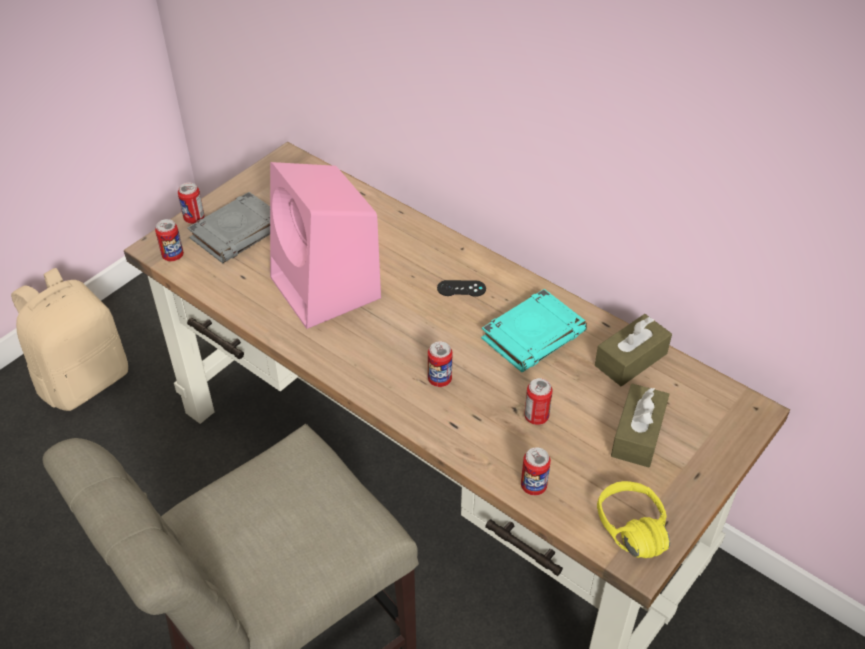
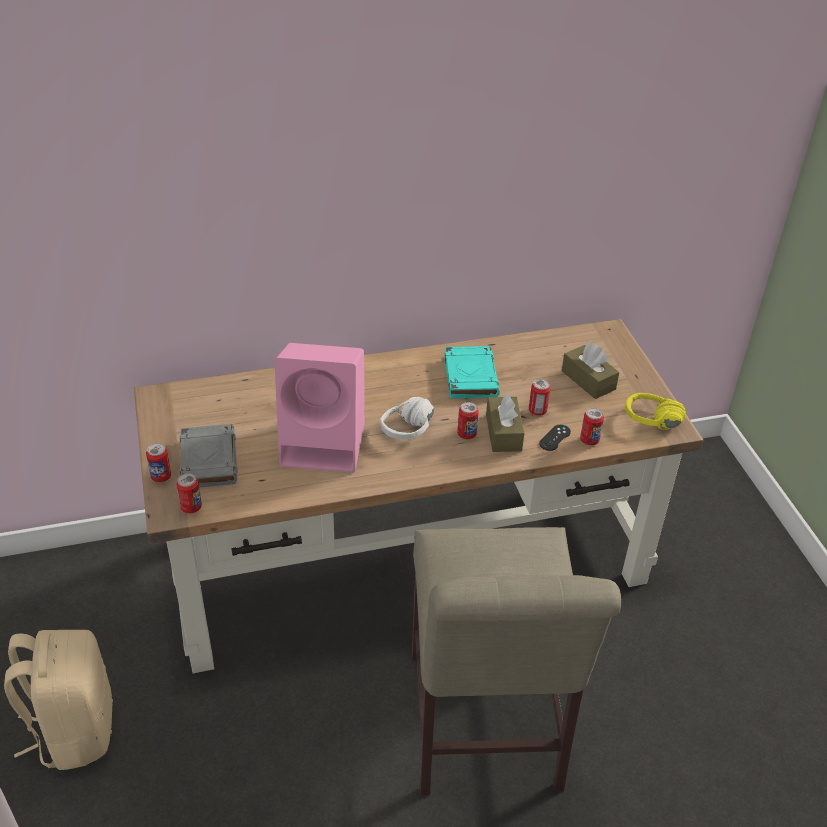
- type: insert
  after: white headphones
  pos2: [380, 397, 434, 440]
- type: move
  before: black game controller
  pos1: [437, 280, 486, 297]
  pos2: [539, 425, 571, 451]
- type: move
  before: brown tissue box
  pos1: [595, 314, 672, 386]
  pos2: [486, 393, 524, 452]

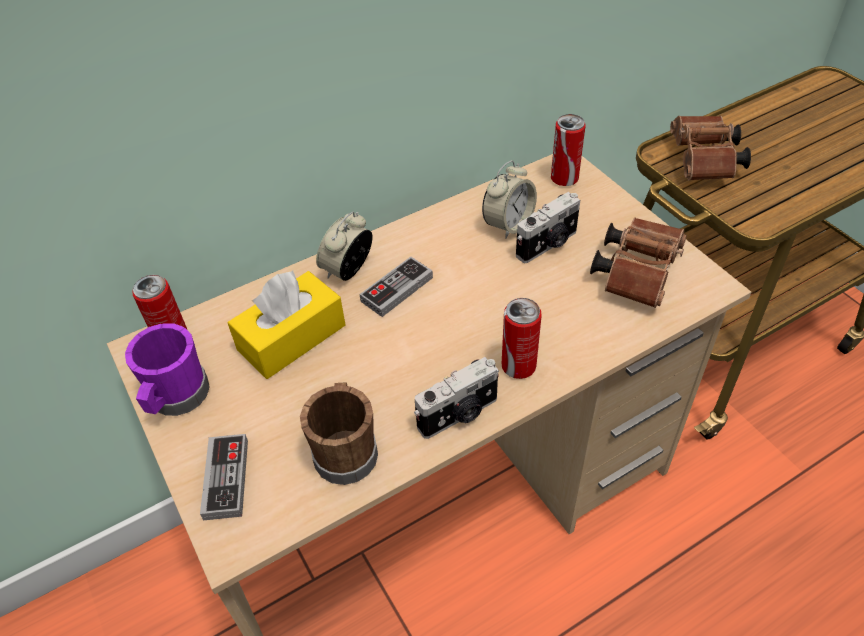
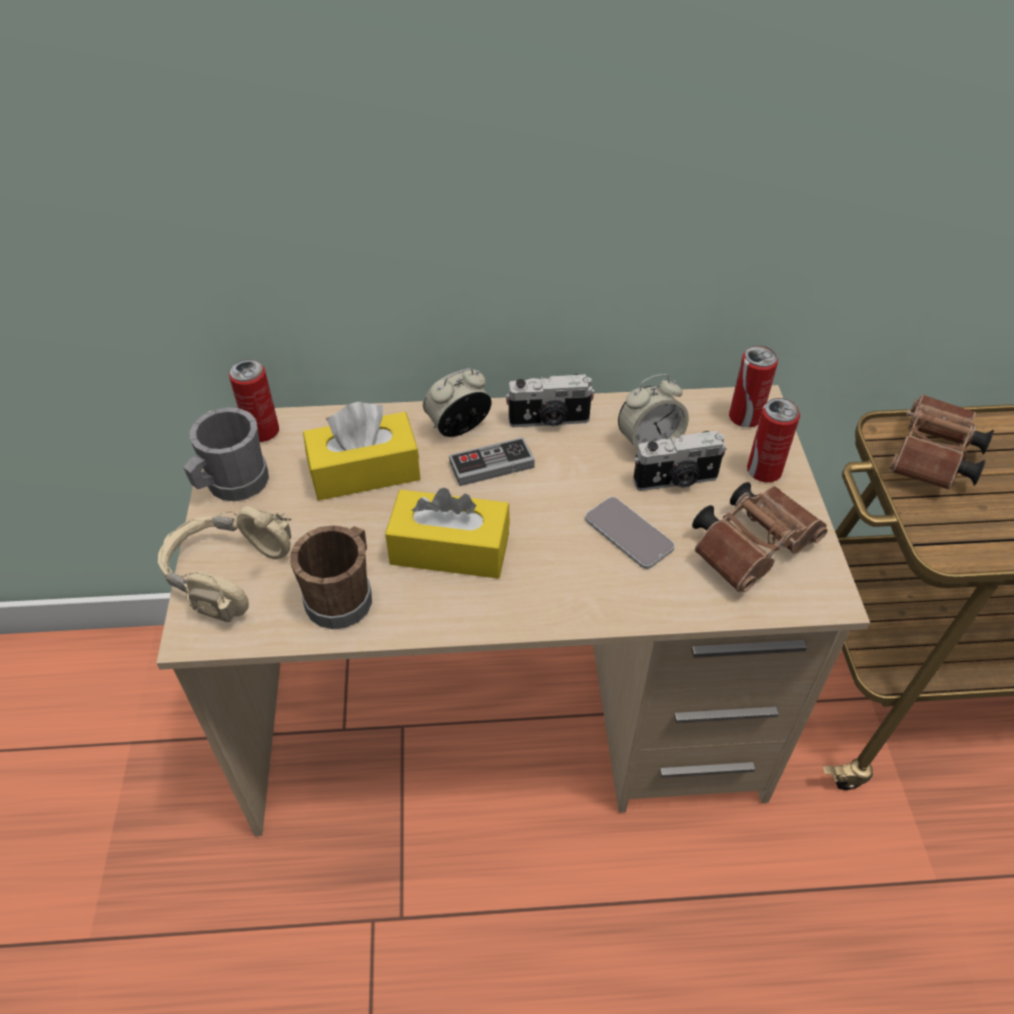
- type: insert
  after: yellow tissue box
  pos2: [385, 488, 510, 579]
- type: insert
  after: phone
  pos2: [585, 497, 675, 569]
- type: move
  before: photo camera
  pos1: [414, 357, 499, 439]
  pos2: [506, 374, 595, 427]
- type: move
  before: can
  pos1: [502, 298, 542, 379]
  pos2: [747, 398, 800, 482]
- type: replace
  before: game controller
  after: beige headphones
  pos1: [200, 434, 248, 521]
  pos2: [158, 506, 292, 622]
- type: recolor
  before: purple mug
  after: grey mug
  pos1: [125, 323, 210, 416]
  pos2: [183, 407, 269, 501]

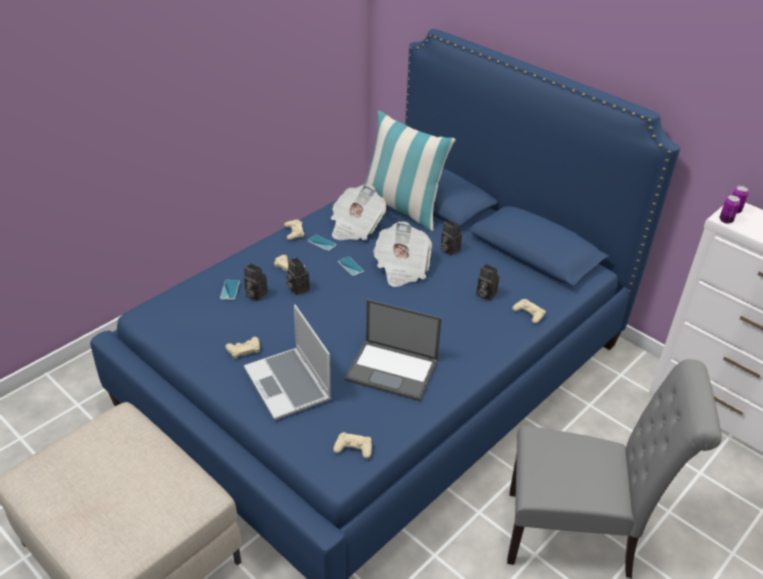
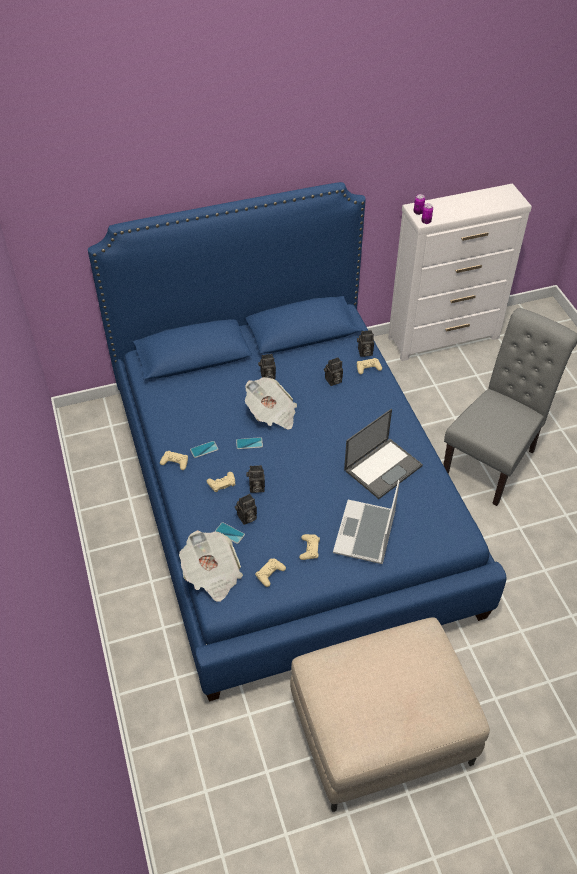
- type: delete
  before: pillow
  pos1: [364, 111, 456, 231]
- type: insert
  after: photo camera
  pos2: [357, 330, 374, 357]
- type: move
  before: newspaper
  pos1: [331, 185, 386, 240]
  pos2: [179, 530, 243, 602]
- type: move
  before: beige game controller
  pos1: [333, 432, 372, 458]
  pos2: [255, 558, 286, 587]
- type: rotate
  before: laptop
  pos1: [244, 305, 331, 420]
  pos2: [333, 480, 400, 564]
  turn: 105

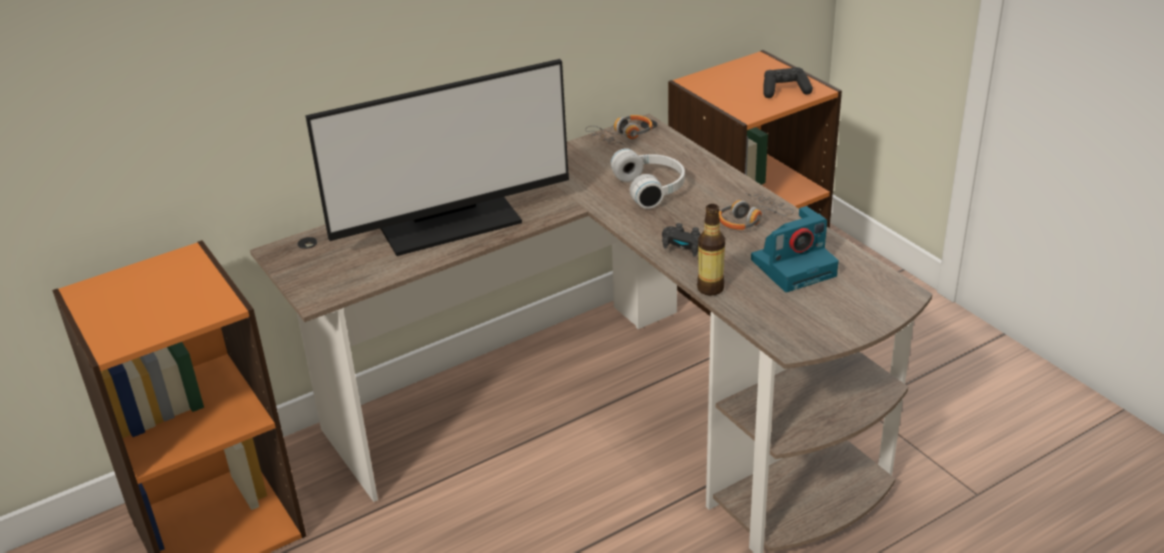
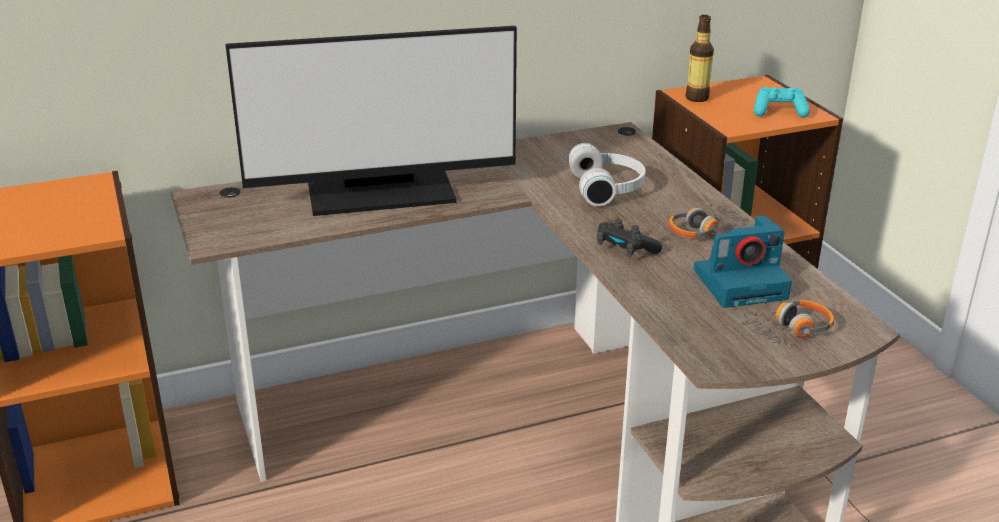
- type: move
  before: headphones
  pos1: [585, 115, 653, 145]
  pos2: [732, 300, 834, 348]
- type: move
  before: bottle
  pos1: [697, 204, 725, 296]
  pos2: [686, 15, 714, 102]
- type: recolor
  before: black game controller
  after: turquoise game controller
  pos1: [763, 67, 813, 98]
  pos2: [754, 87, 810, 118]

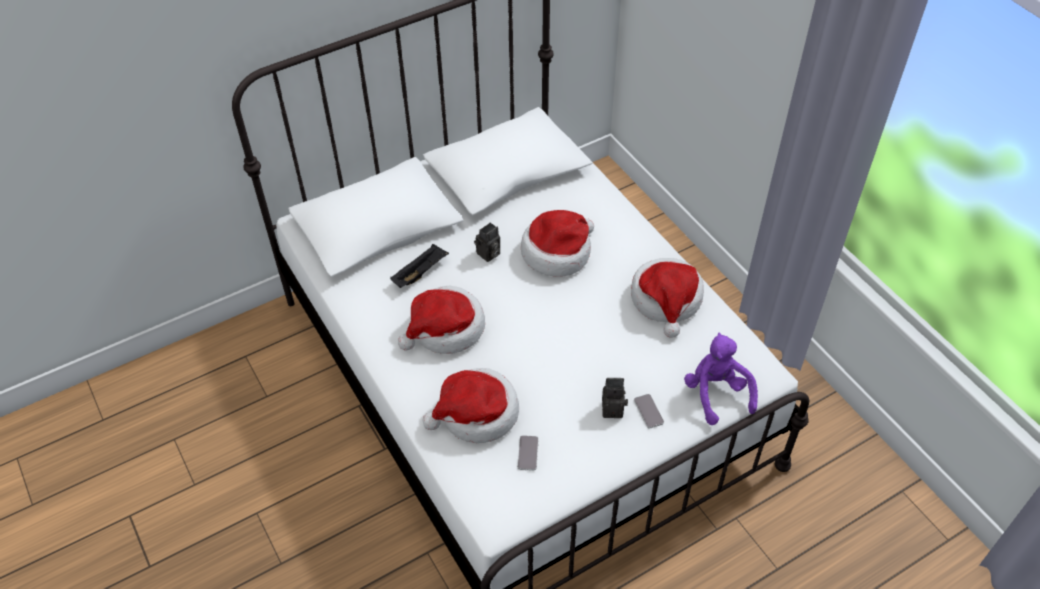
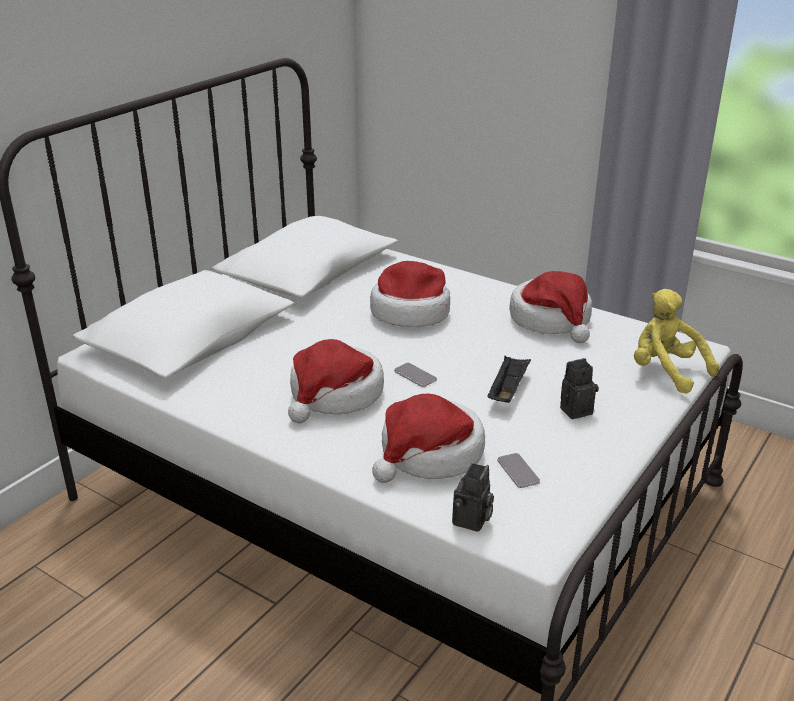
- type: move
  before: black tray
  pos1: [390, 244, 449, 288]
  pos2: [487, 356, 531, 403]
- type: move
  before: photo camera
  pos1: [474, 222, 500, 262]
  pos2: [452, 463, 494, 532]
- type: move
  before: phone
  pos1: [634, 394, 664, 428]
  pos2: [394, 363, 437, 387]
- type: recolor
  before: purple plush toy
  after: yellow plush toy
  pos1: [684, 333, 758, 425]
  pos2: [634, 289, 719, 394]

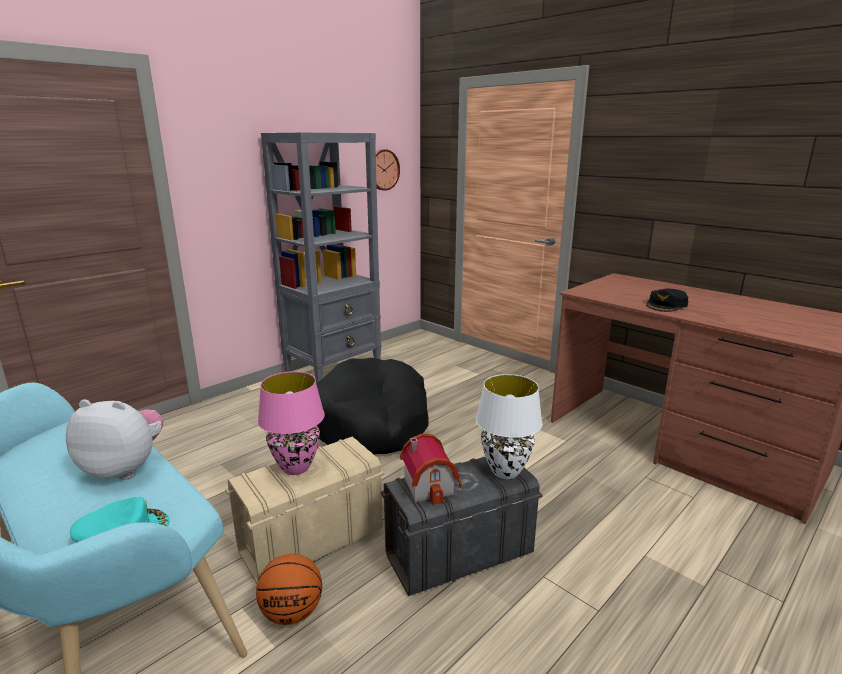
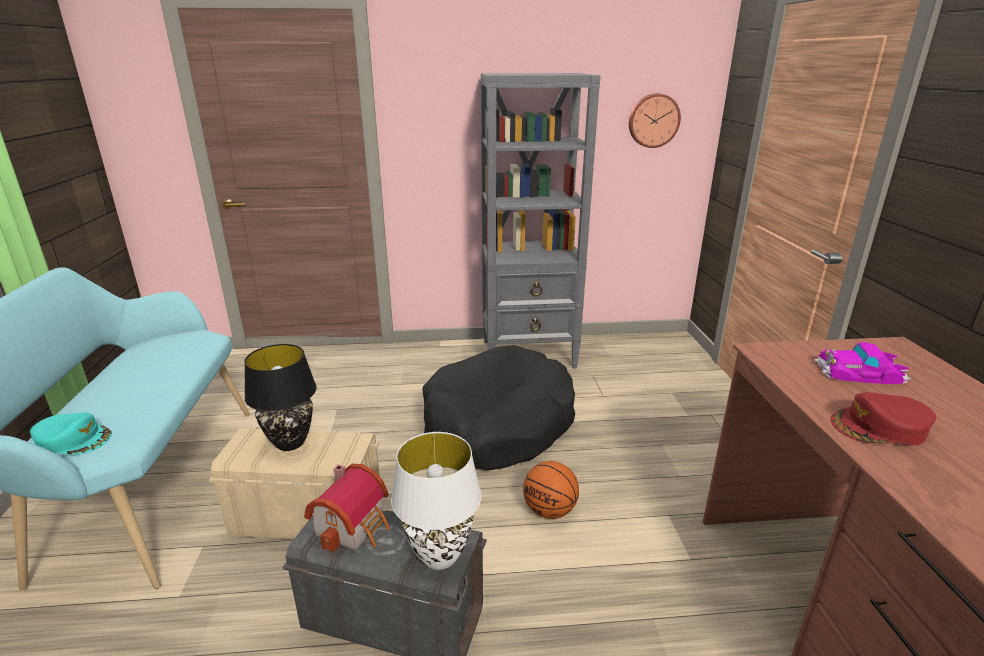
- type: delete
  before: plush toy
  pos1: [66, 399, 163, 480]
- type: insert
  after: toy car
  pos2: [814, 342, 911, 384]
- type: move
  before: basketball
  pos1: [256, 554, 322, 625]
  pos2: [523, 461, 579, 519]
- type: recolor
  before: pink table lamp
  after: black table lamp
  pos1: [258, 371, 325, 475]
  pos2: [244, 344, 317, 451]
- type: recolor
  before: black cap
  after: red cap
  pos1: [646, 289, 689, 312]
  pos2: [830, 392, 936, 445]

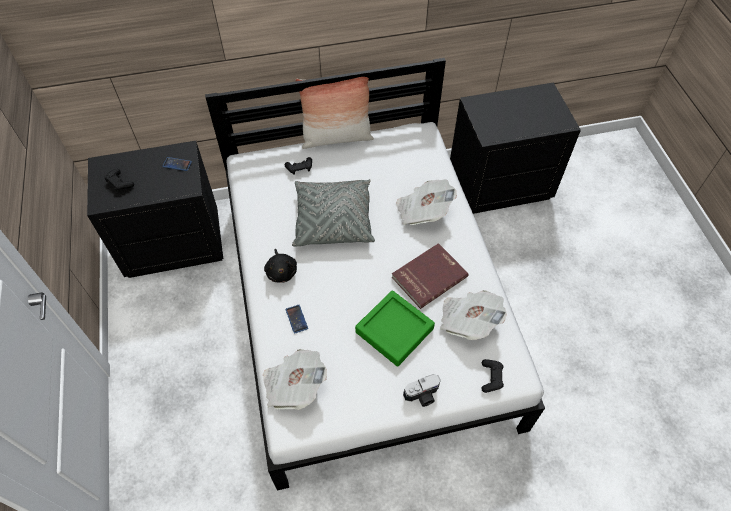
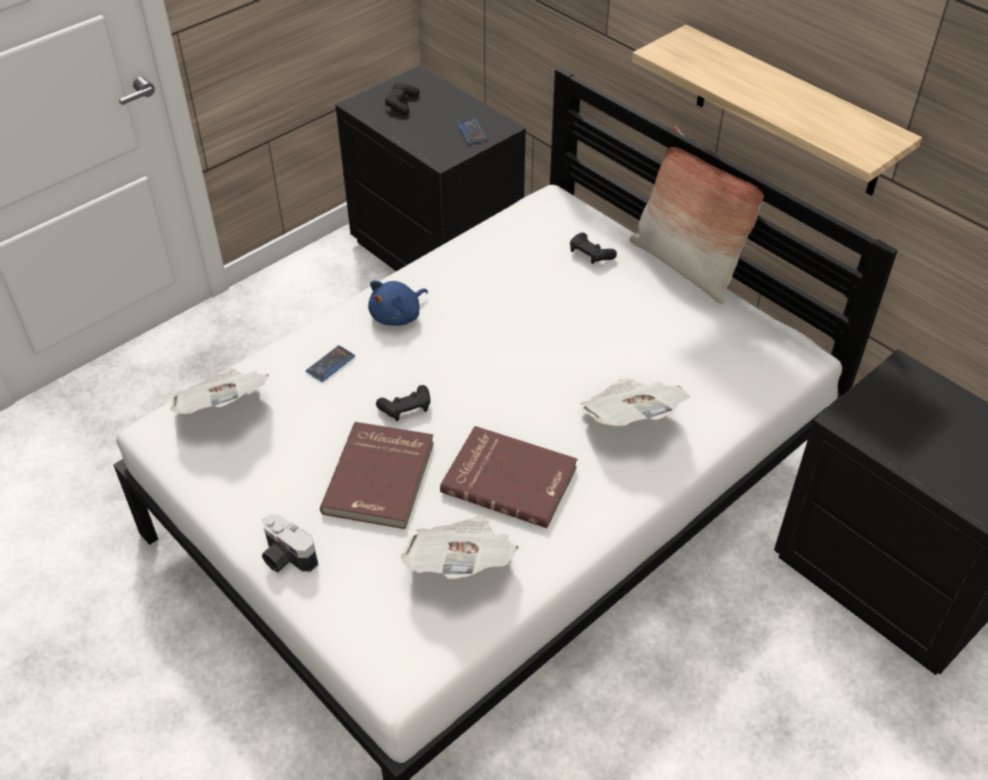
- type: delete
  before: grey pillow
  pos1: [292, 179, 375, 247]
- type: insert
  after: shelf
  pos2: [632, 25, 922, 196]
- type: move
  before: black game controller
  pos1: [481, 359, 504, 393]
  pos2: [376, 385, 430, 421]
- type: replace
  before: green tray
  after: red book
  pos1: [355, 290, 435, 367]
  pos2: [320, 422, 434, 529]
- type: recolor
  before: black plush toy
  after: blue plush toy
  pos1: [264, 249, 297, 283]
  pos2: [368, 281, 428, 326]

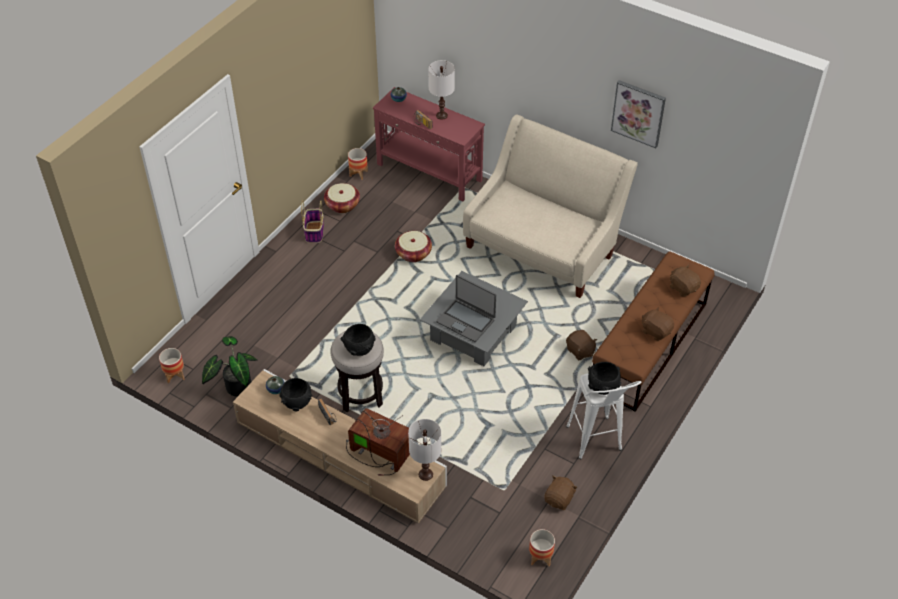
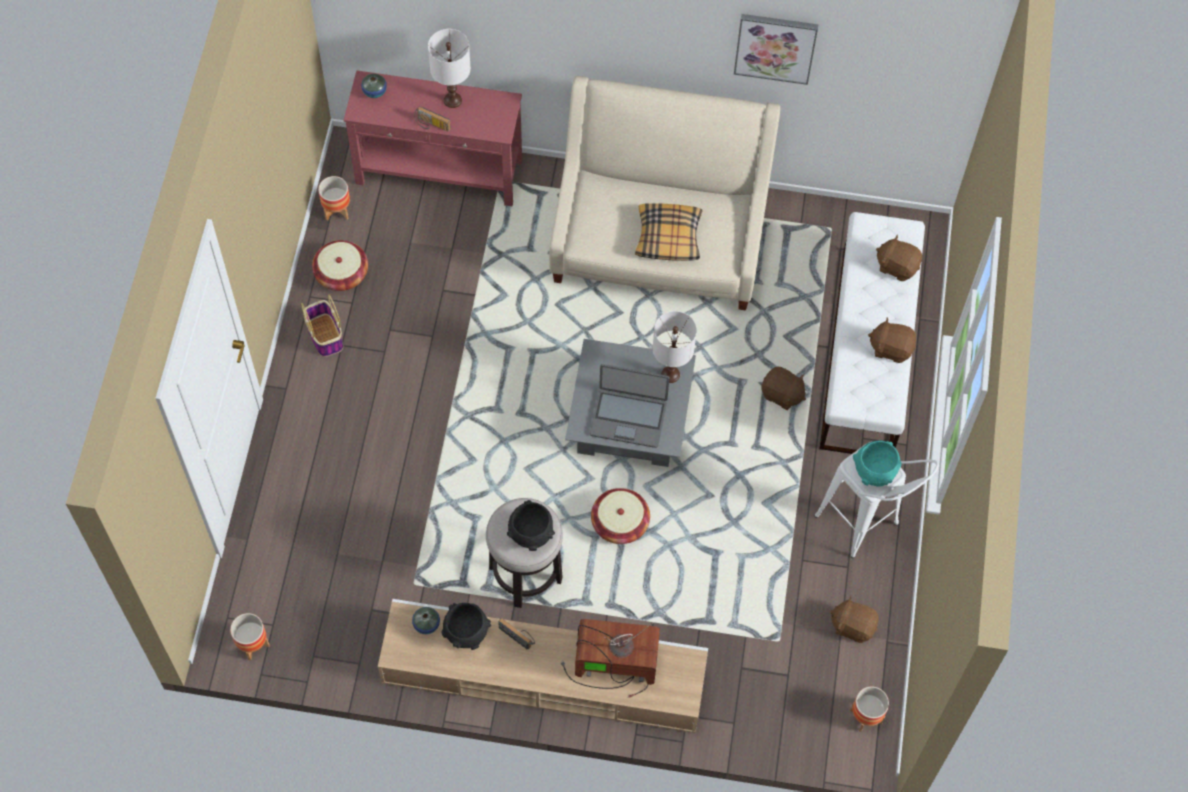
- type: delete
  before: potted plant
  pos1: [202, 336, 258, 397]
- type: insert
  after: pillow
  pos2: [635, 203, 702, 261]
- type: move
  before: basket
  pos1: [395, 231, 432, 262]
  pos2: [591, 488, 650, 544]
- type: move
  before: white table lamp
  pos1: [408, 419, 441, 481]
  pos2: [653, 311, 697, 383]
- type: recolor
  before: black bowl
  after: turquoise bowl
  pos1: [588, 362, 621, 395]
  pos2: [853, 441, 902, 487]
- type: recolor
  before: brown bench
  after: white bench
  pos1: [592, 251, 715, 412]
  pos2: [819, 212, 925, 454]
- type: rotate
  before: brown plush toy
  pos1: [544, 475, 578, 510]
  pos2: [830, 595, 879, 643]
  turn: -75

